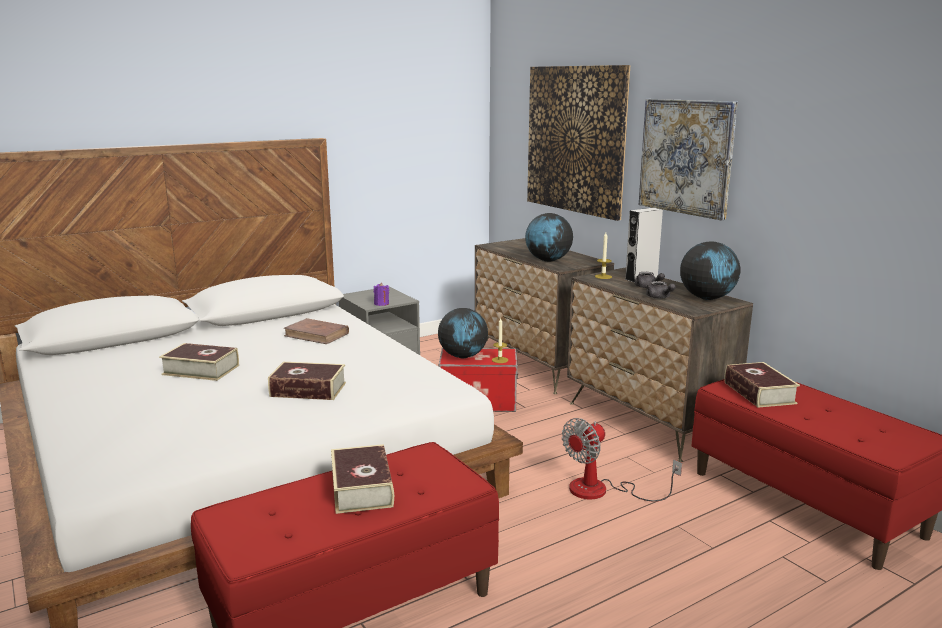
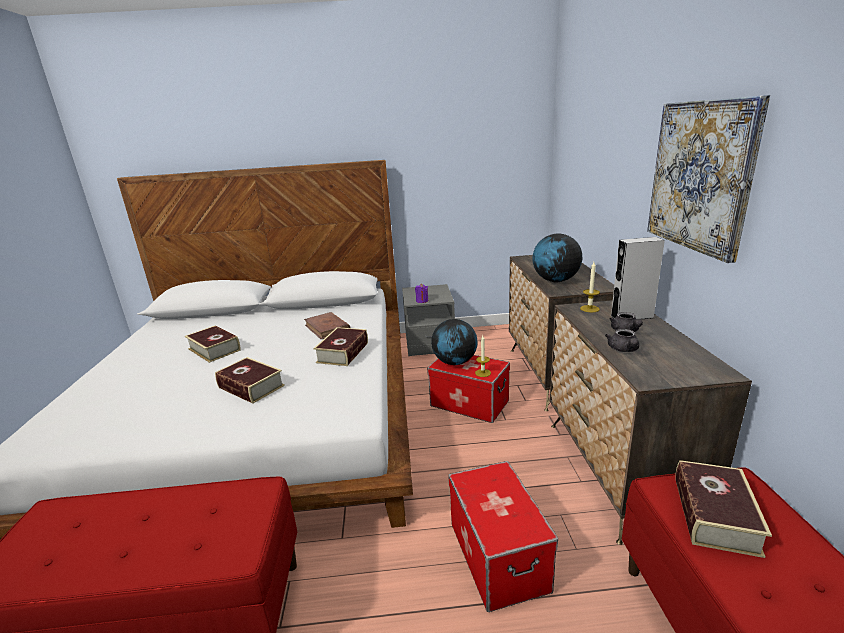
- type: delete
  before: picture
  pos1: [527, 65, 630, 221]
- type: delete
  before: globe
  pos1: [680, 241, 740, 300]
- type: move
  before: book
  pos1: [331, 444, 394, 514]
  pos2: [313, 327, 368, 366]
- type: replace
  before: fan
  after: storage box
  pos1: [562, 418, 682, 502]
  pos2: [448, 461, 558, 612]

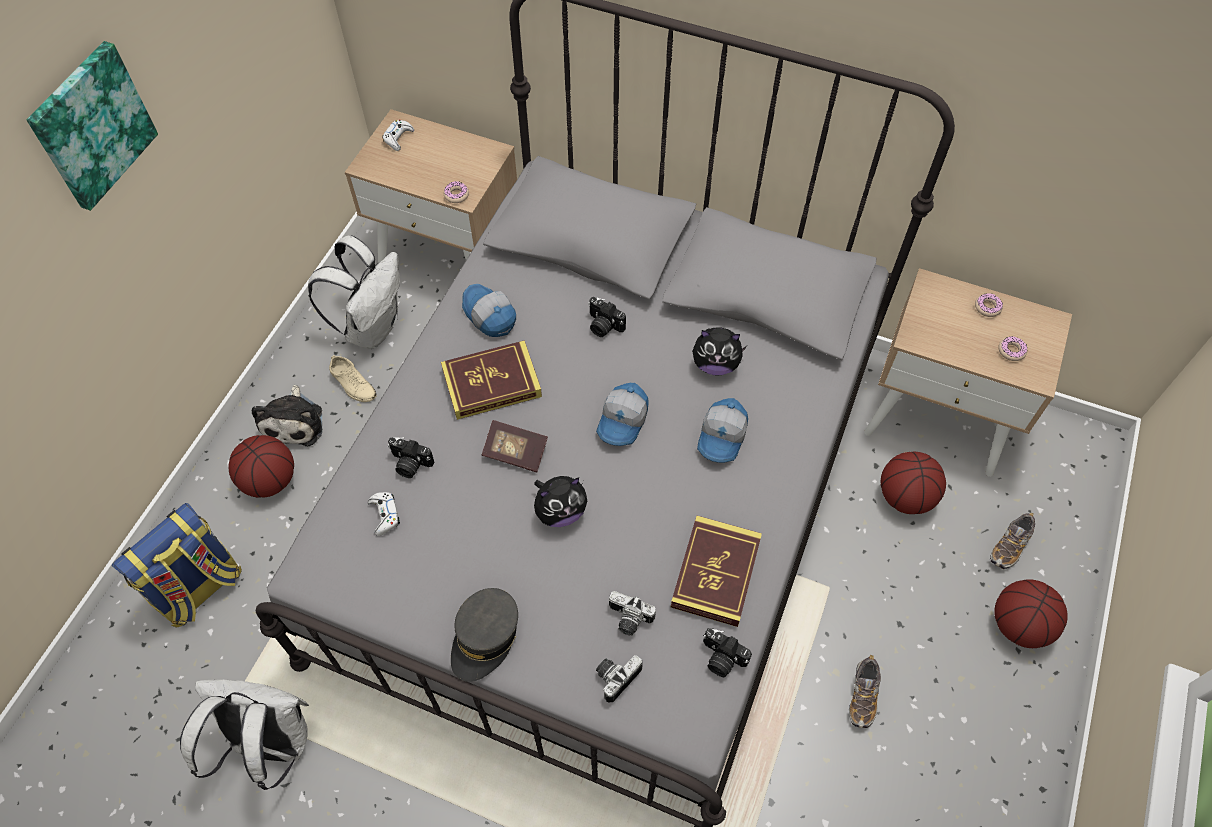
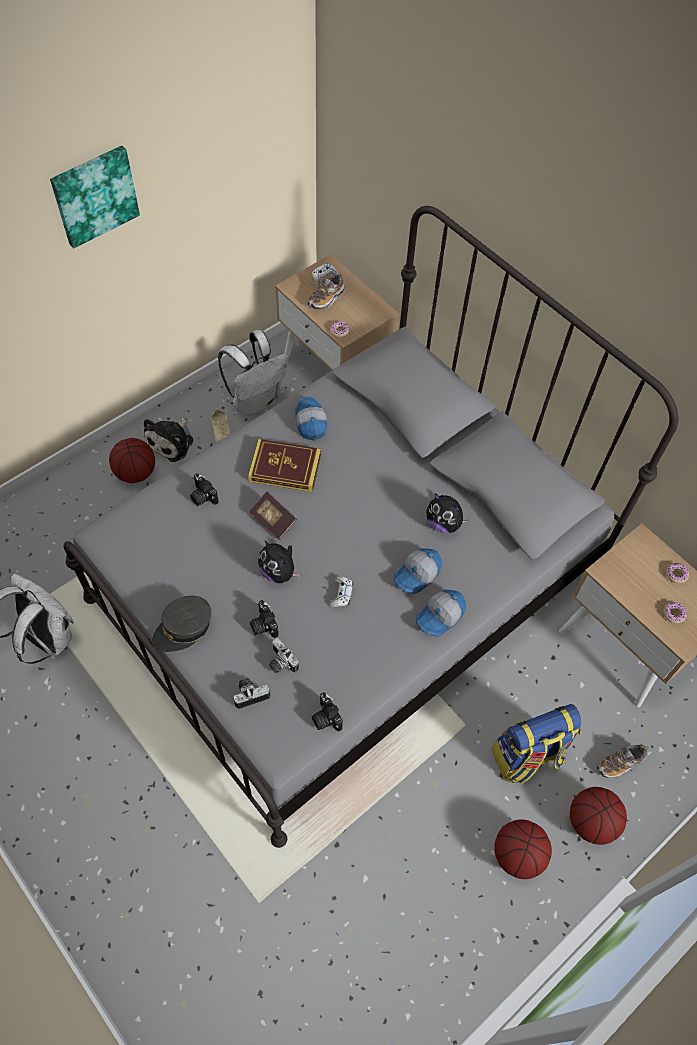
- type: delete
  before: book
  pos1: [671, 515, 762, 627]
- type: move
  before: backpack
  pos1: [112, 503, 242, 628]
  pos2: [492, 704, 581, 784]
- type: move
  before: white game controller
  pos1: [368, 492, 400, 536]
  pos2: [329, 577, 353, 607]
- type: move
  before: photo camera
  pos1: [588, 297, 626, 337]
  pos2: [250, 600, 279, 638]
- type: move
  before: cap
  pos1: [596, 383, 649, 446]
  pos2: [416, 590, 466, 637]
- type: move
  before: shoe
  pos1: [849, 655, 881, 728]
  pos2: [308, 273, 345, 309]
- type: move
  before: basketball
  pos1: [881, 452, 946, 514]
  pos2: [494, 819, 552, 879]
- type: rotate
  before: plush toy
  pos1: [534, 476, 587, 527]
  pos2: [258, 540, 300, 583]
  turn: 45

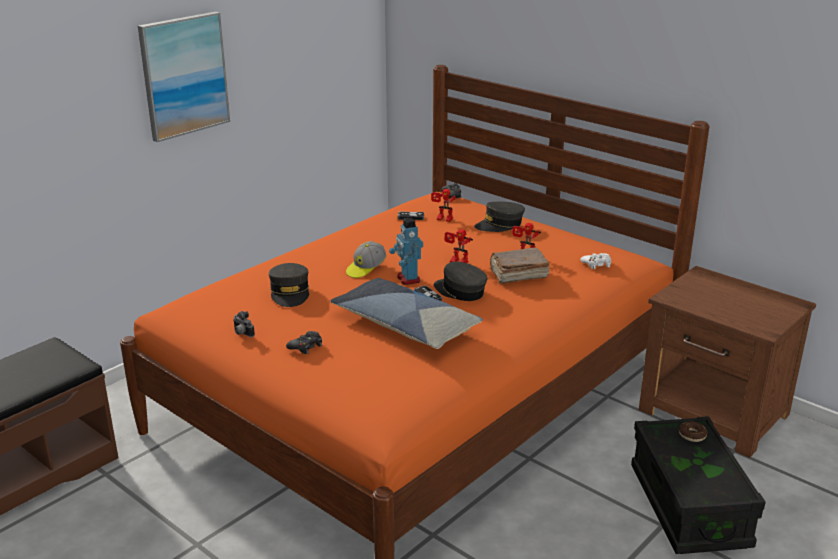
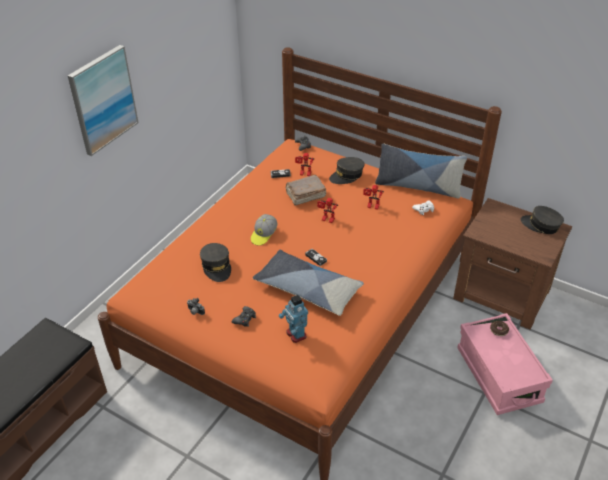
- type: insert
  after: pillow
  pos2: [375, 143, 467, 199]
- type: move
  before: toy robot
  pos1: [389, 218, 423, 285]
  pos2: [279, 295, 308, 343]
- type: move
  before: grey cap
  pos1: [434, 262, 487, 301]
  pos2: [521, 206, 564, 234]
- type: move
  before: brown book
  pos1: [490, 247, 550, 284]
  pos2: [286, 175, 326, 206]
- type: recolor
  before: black storage box
  after: pink storage box
  pos1: [631, 416, 766, 554]
  pos2: [457, 313, 553, 415]

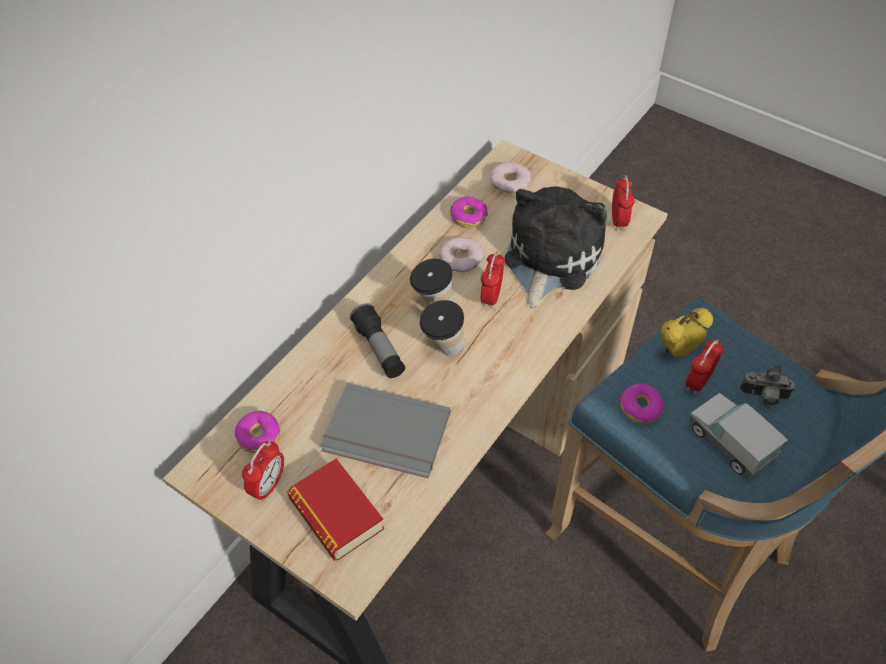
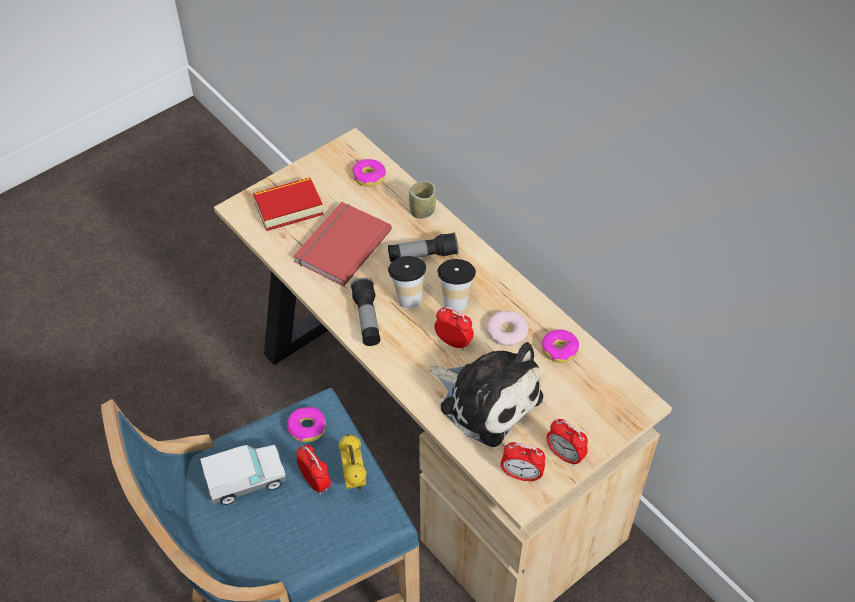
- type: delete
  before: donut
  pos1: [490, 162, 531, 193]
- type: delete
  before: photo camera
  pos1: [740, 364, 795, 406]
- type: insert
  after: flashlight
  pos2: [351, 278, 381, 346]
- type: insert
  after: cup
  pos2: [409, 181, 436, 219]
- type: move
  before: alarm clock
  pos1: [242, 440, 284, 502]
  pos2: [546, 419, 588, 466]
- type: recolor
  before: grey book
  after: red book
  pos1: [320, 383, 450, 478]
  pos2: [293, 202, 392, 286]

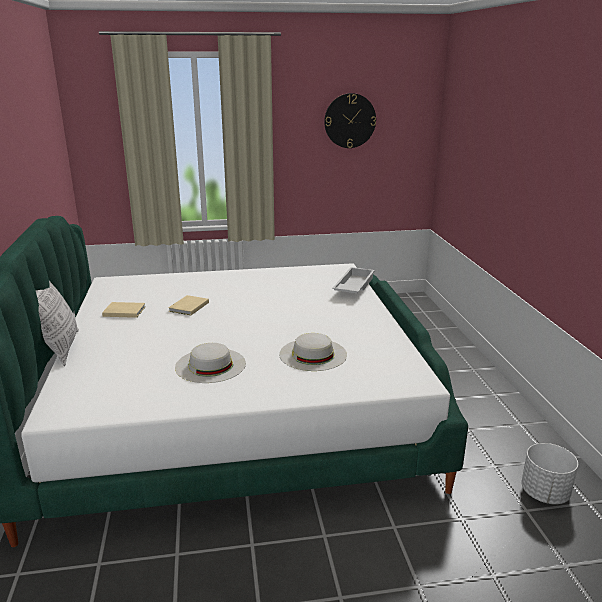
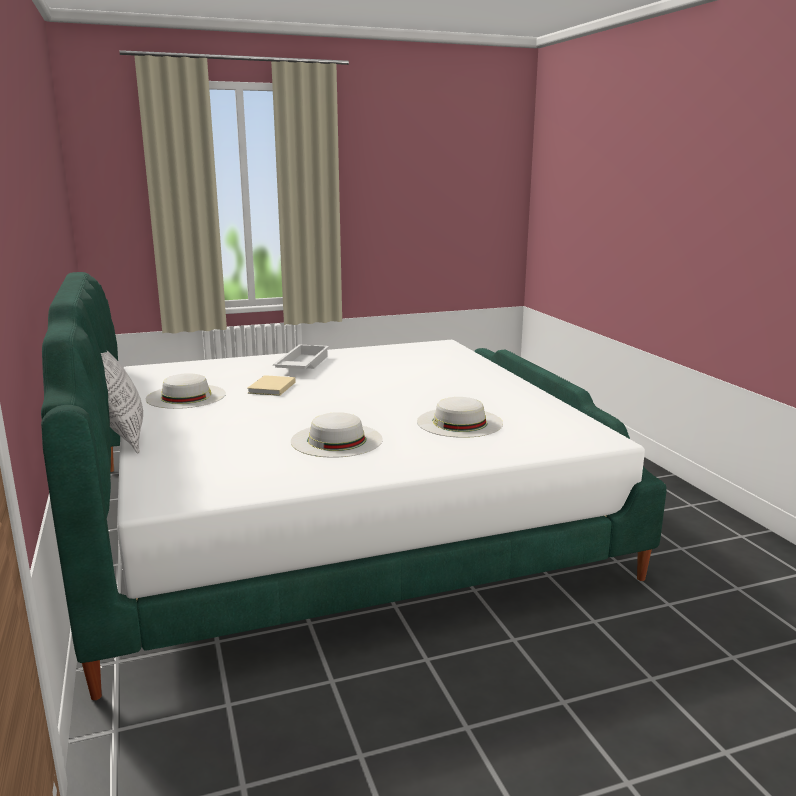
- type: delete
  before: wall clock
  pos1: [324, 93, 376, 148]
- type: delete
  before: white planter
  pos1: [521, 443, 578, 504]
- type: move
  before: white tray
  pos1: [332, 267, 375, 293]
  pos2: [273, 345, 329, 369]
- type: replace
  before: beige book
  after: white hat
  pos1: [102, 302, 145, 318]
  pos2: [146, 373, 226, 409]

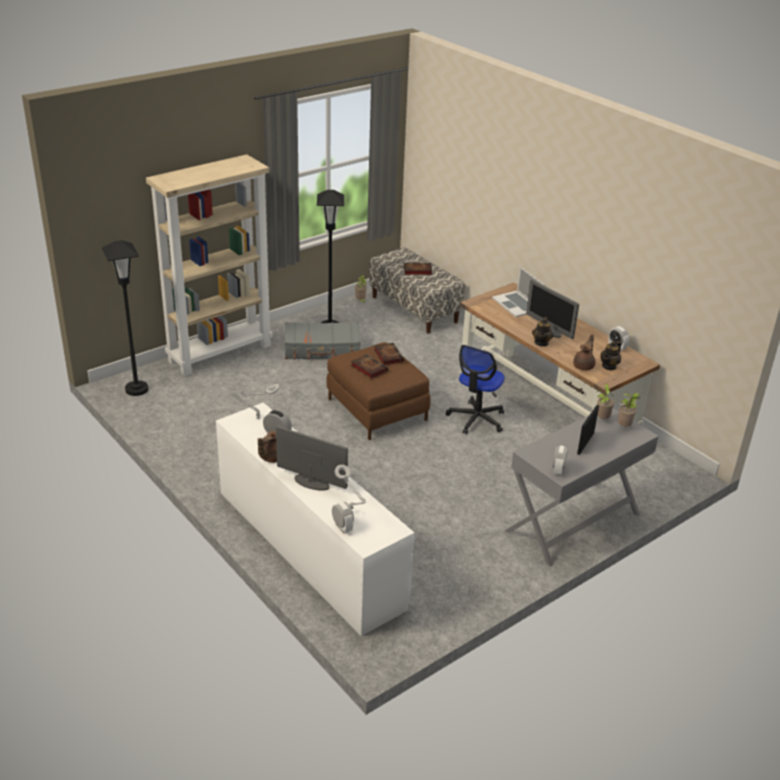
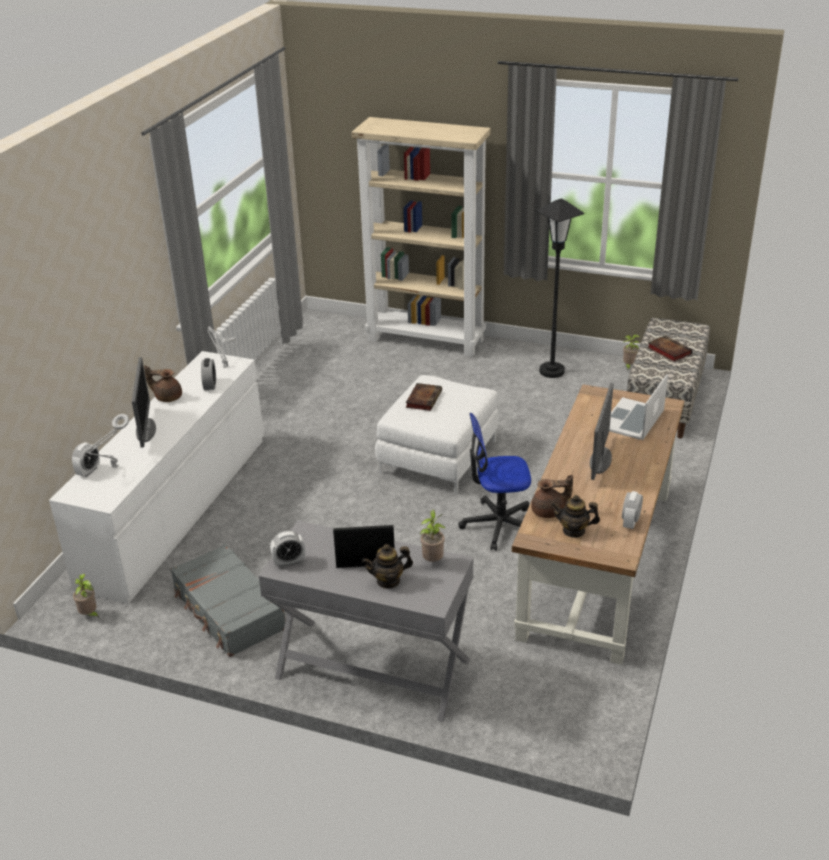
- type: delete
  before: black floor lamp
  pos1: [102, 240, 148, 396]
- type: delete
  before: book
  pos1: [374, 343, 404, 365]
- type: move
  before: grey suitcase
  pos1: [285, 322, 360, 359]
  pos2: [170, 544, 286, 657]
- type: move
  before: teapot
  pos1: [532, 317, 553, 347]
  pos2: [362, 544, 413, 589]
- type: move
  before: potted plant
  pos1: [618, 393, 640, 426]
  pos2: [73, 574, 99, 618]
- type: recolor
  before: brown ottoman
  after: white ottoman
  pos1: [327, 342, 430, 440]
  pos2: [375, 375, 499, 494]

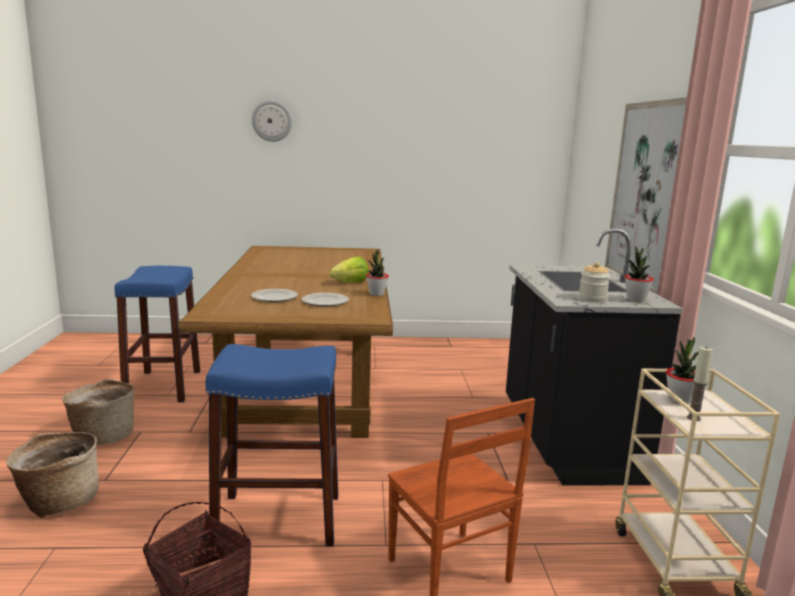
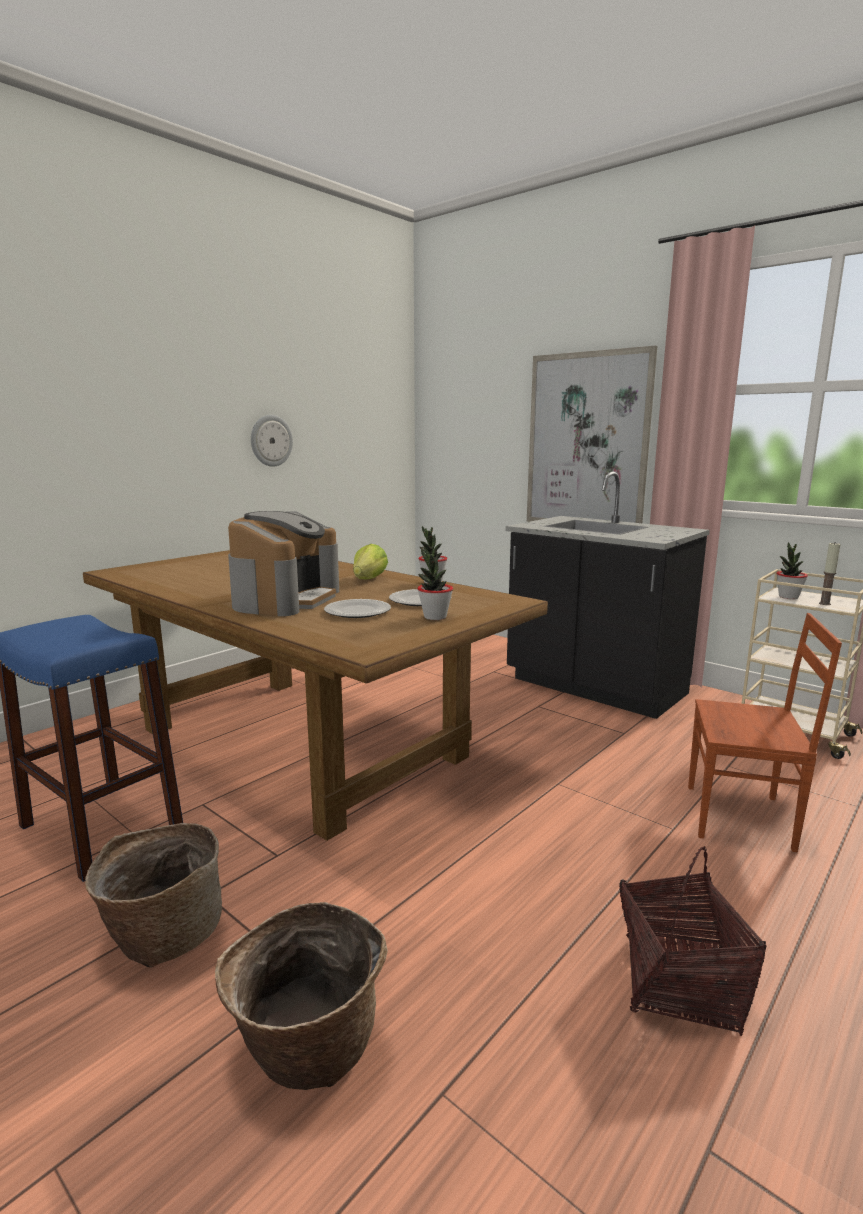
- type: delete
  before: blue stool
  pos1: [205, 344, 338, 547]
- type: delete
  before: jar
  pos1: [579, 262, 610, 302]
- type: insert
  after: coffee machine
  pos2: [228, 511, 339, 616]
- type: move
  before: wall clock
  pos1: [252, 100, 292, 142]
  pos2: [251, 415, 293, 467]
- type: move
  before: potted plant
  pos1: [625, 246, 654, 302]
  pos2: [418, 548, 453, 620]

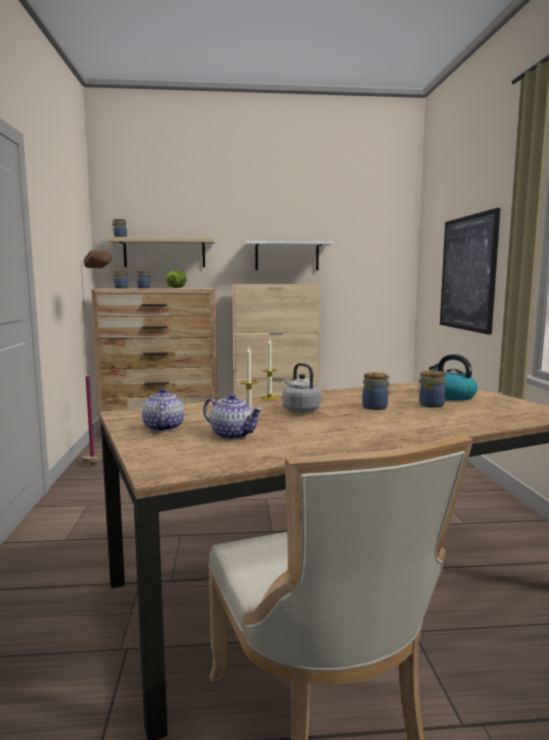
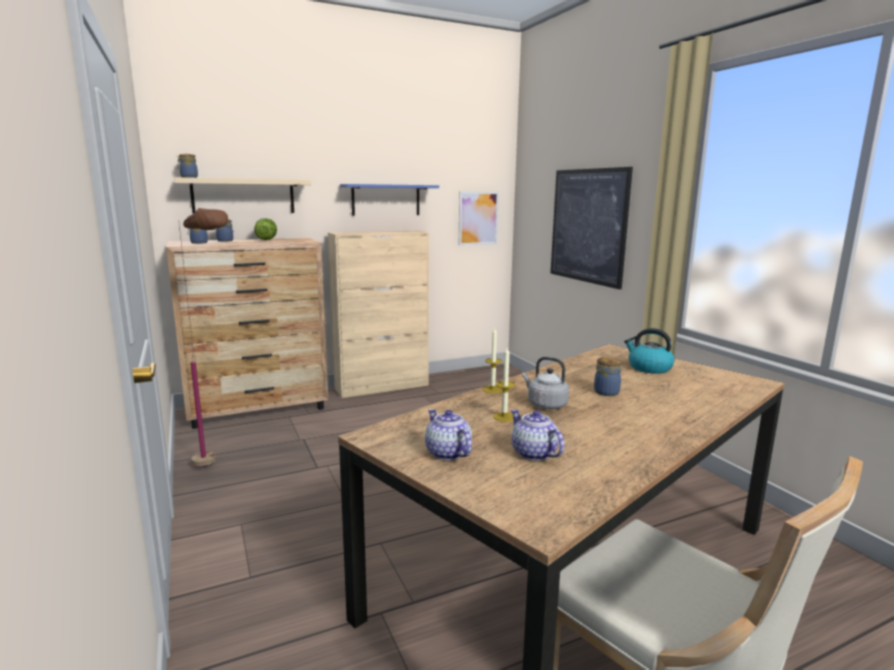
- type: delete
  before: jar
  pos1: [418, 370, 446, 408]
- type: insert
  after: picture
  pos2: [459, 191, 499, 246]
- type: recolor
  before: white shelf
  after: blue shelf
  pos1: [245, 241, 333, 270]
  pos2: [340, 184, 439, 216]
- type: rotate
  before: teapot
  pos1: [203, 394, 263, 440]
  pos2: [511, 409, 565, 461]
  turn: -135

